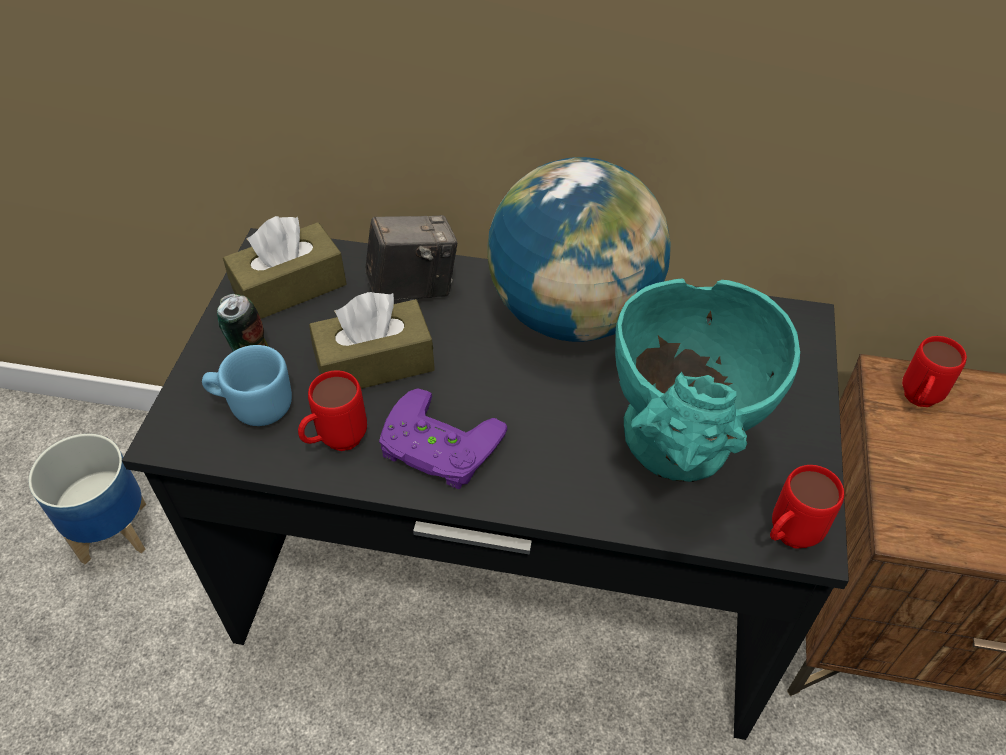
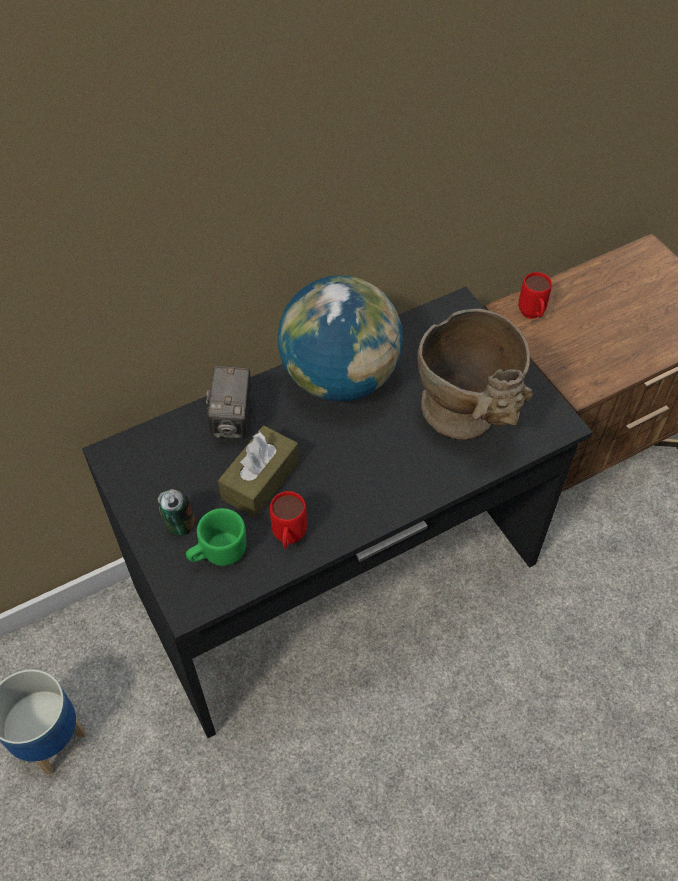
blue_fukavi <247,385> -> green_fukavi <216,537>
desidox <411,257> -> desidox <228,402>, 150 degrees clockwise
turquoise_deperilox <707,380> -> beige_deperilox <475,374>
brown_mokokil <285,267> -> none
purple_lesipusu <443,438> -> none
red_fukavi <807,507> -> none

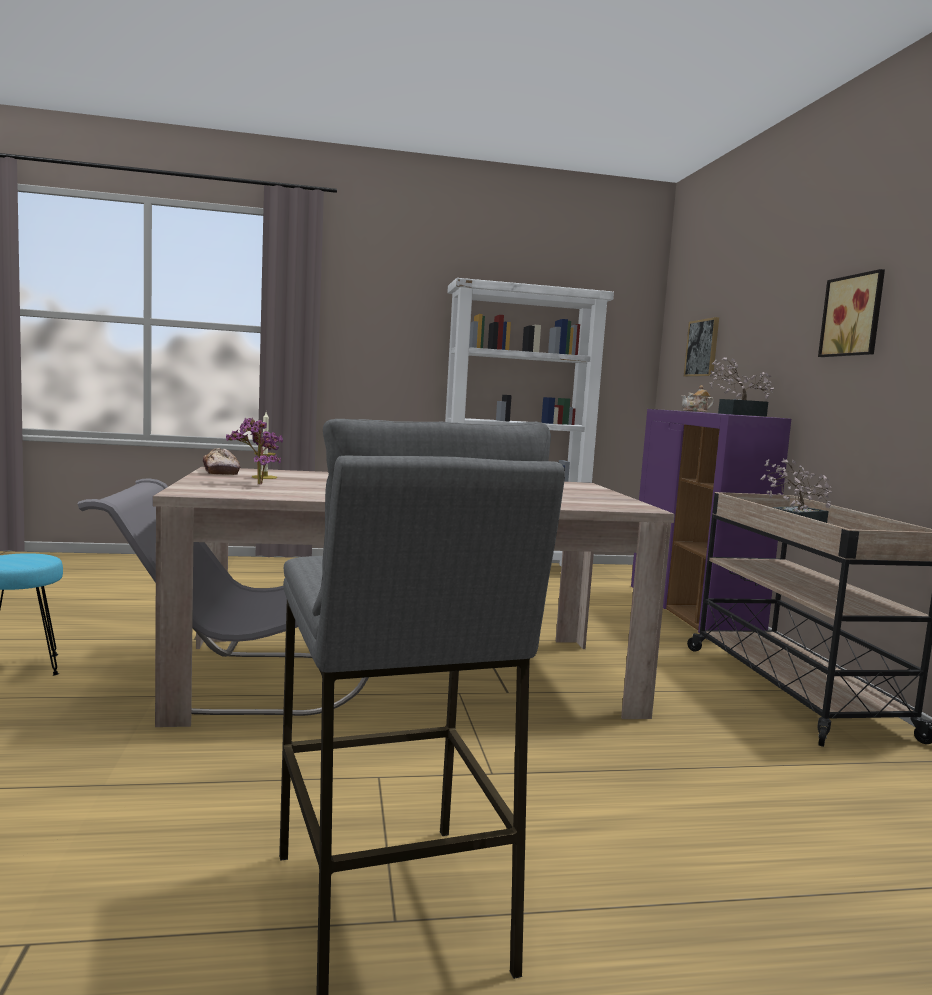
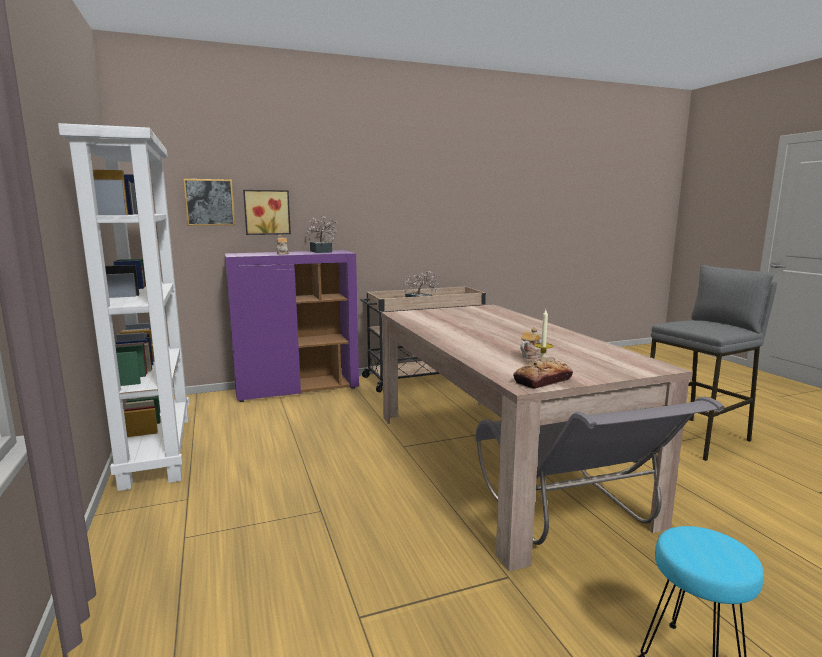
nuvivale <851,313> -> nuvivale <267,212>, moved
none -> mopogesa <531,343>
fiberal <254,451> -> none

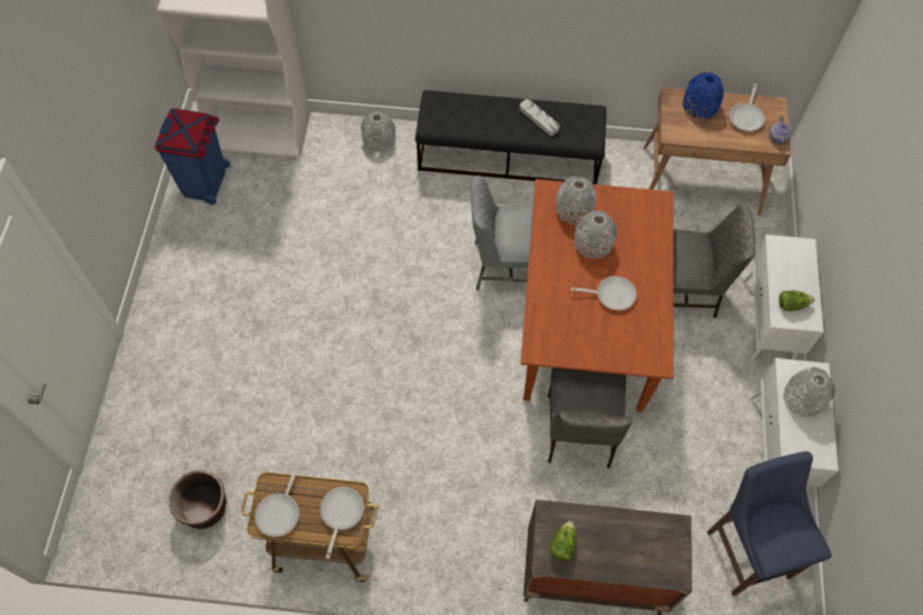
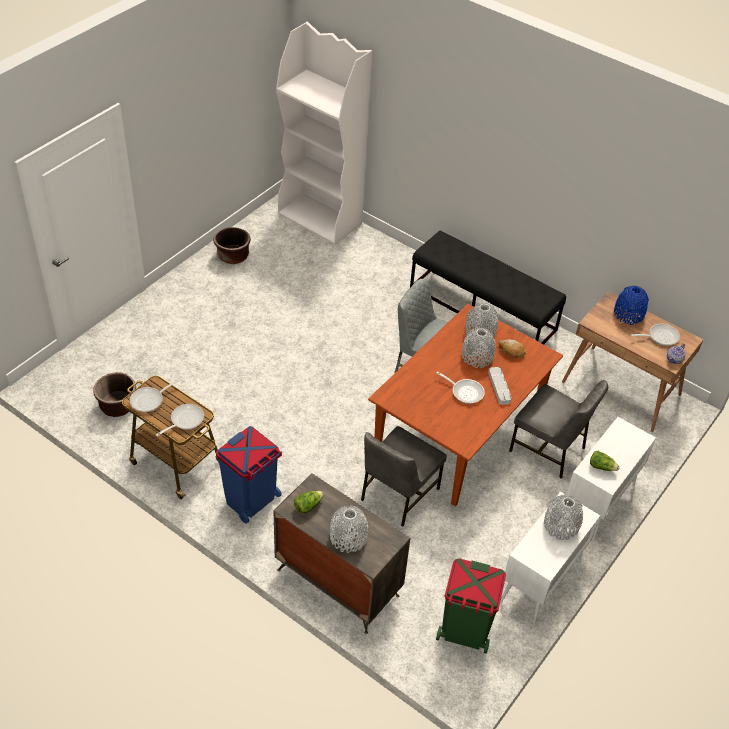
none -> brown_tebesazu <232,245>
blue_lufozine <193,156> -> blue_lufozine <249,474>, moved
grey_deperilox <378,132> -> grey_deperilox <349,529>, moved
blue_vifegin <769,523> -> green_lufozine <471,605>
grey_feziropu <540,117> -> grey_feziropu <500,386>, moved
none -> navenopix <512,348>
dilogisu <747,107> -> dilogisu <655,335>, 150 degrees counterclockwise

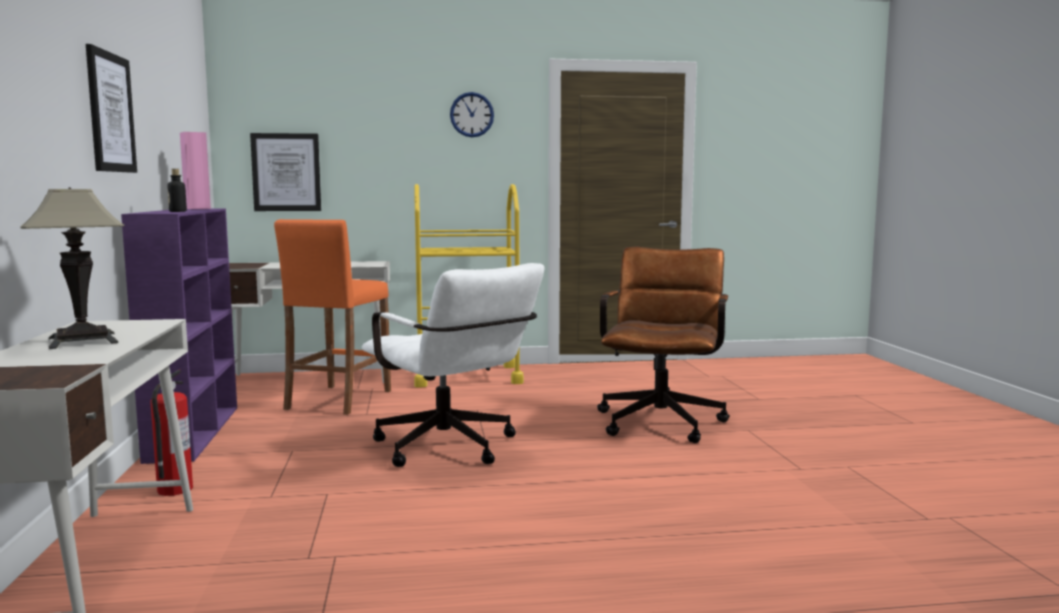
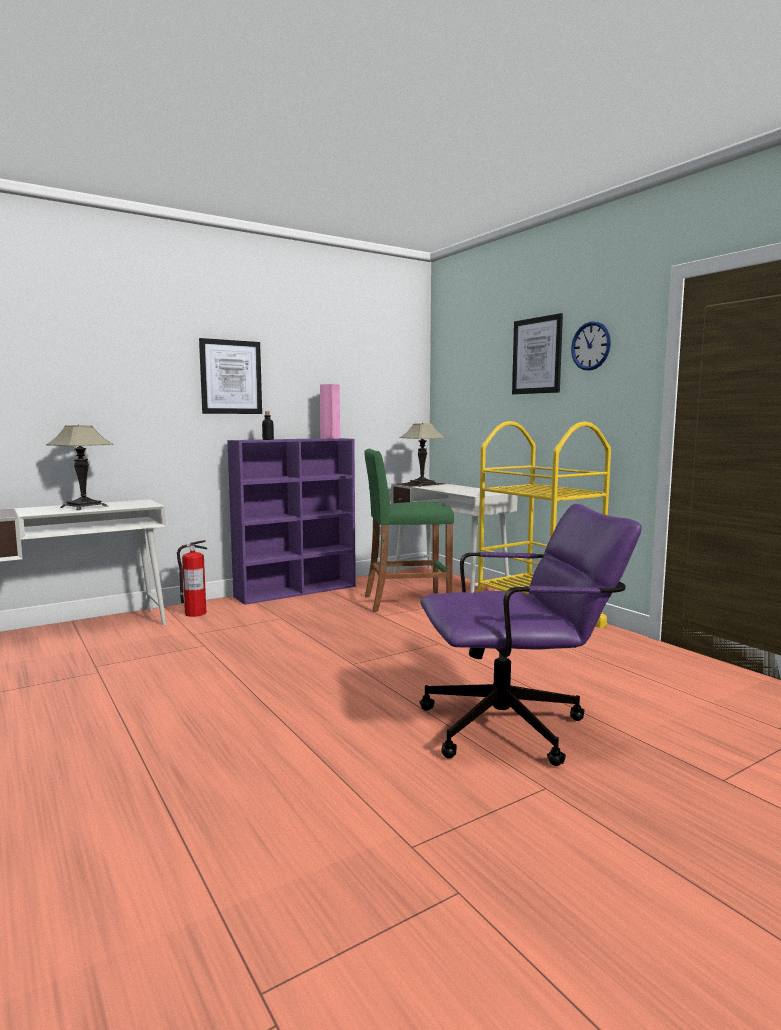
orange_vifegin <332,317> -> green_vifegin <409,530>
none -> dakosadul <422,455>
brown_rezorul <663,345> -> purple_rezorul <530,635>
nuvivale <285,172> -> nuvivale <537,353>, moved
white_rezorul <453,365> -> none

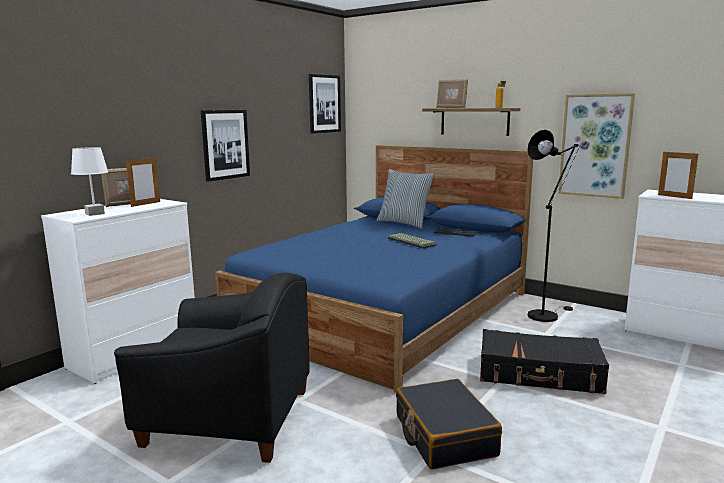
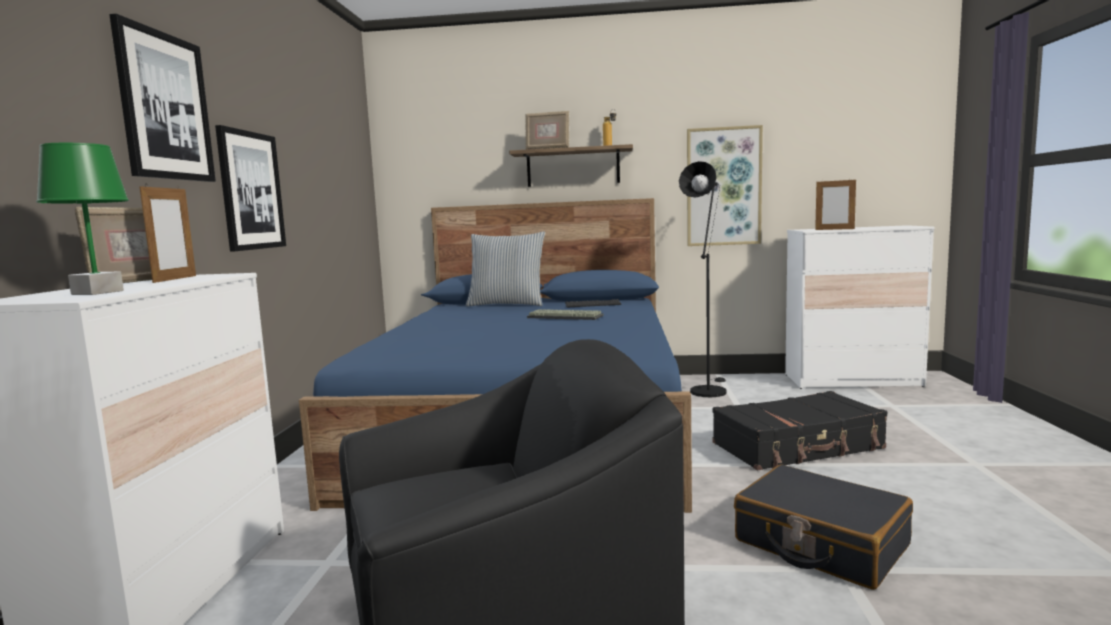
white_dakosadul <89,181> -> green_dakosadul <82,219>
nuvivale <325,103> -> nuvivale <162,98>, moved

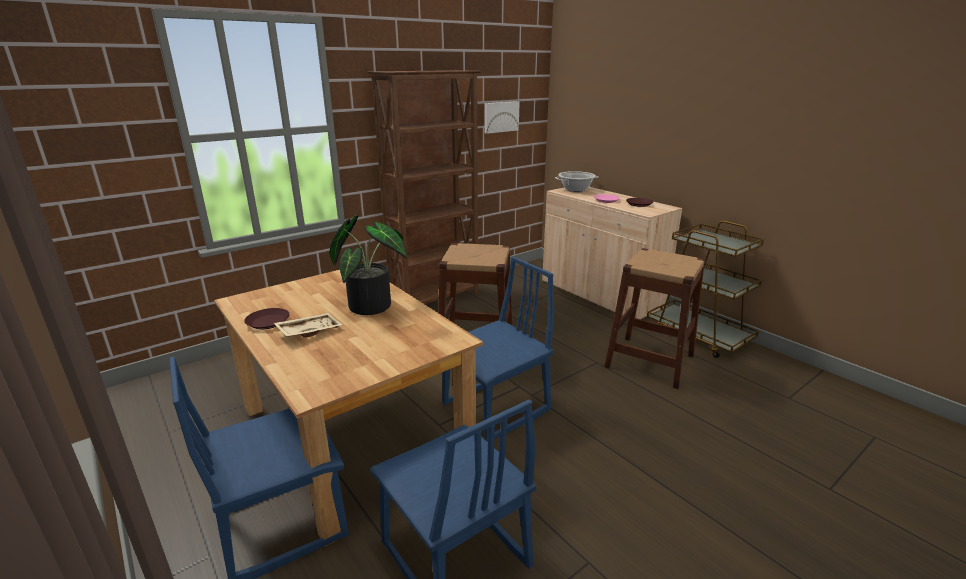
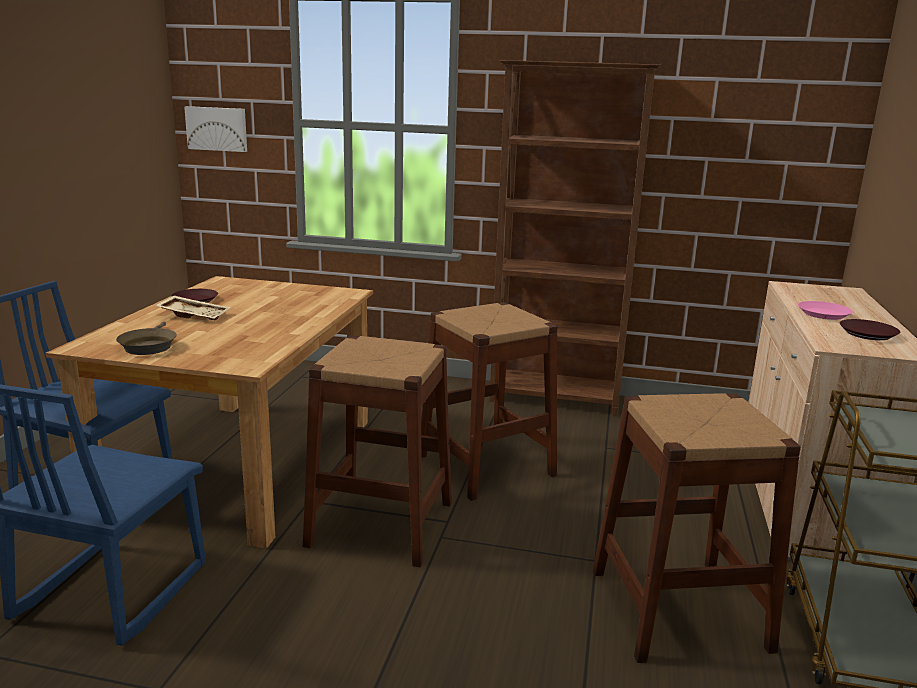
none -> brown_dilogisu <146,338>
nuvivale <502,117> -> nuvivale <215,129>, moved
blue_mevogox <498,349> -> brown_vifegin <377,451>
fiberal <368,265> -> none
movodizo <576,181> -> none

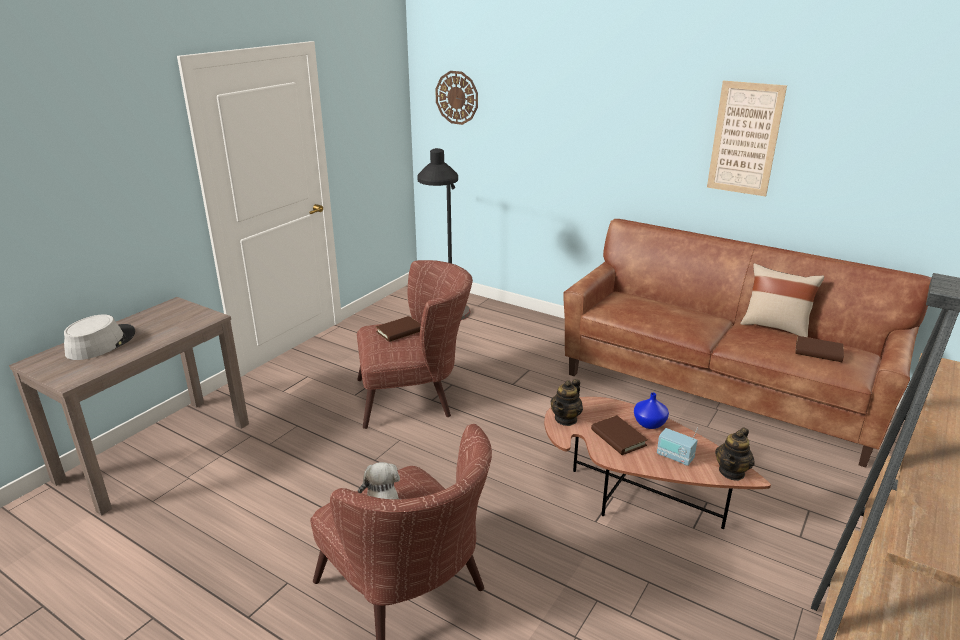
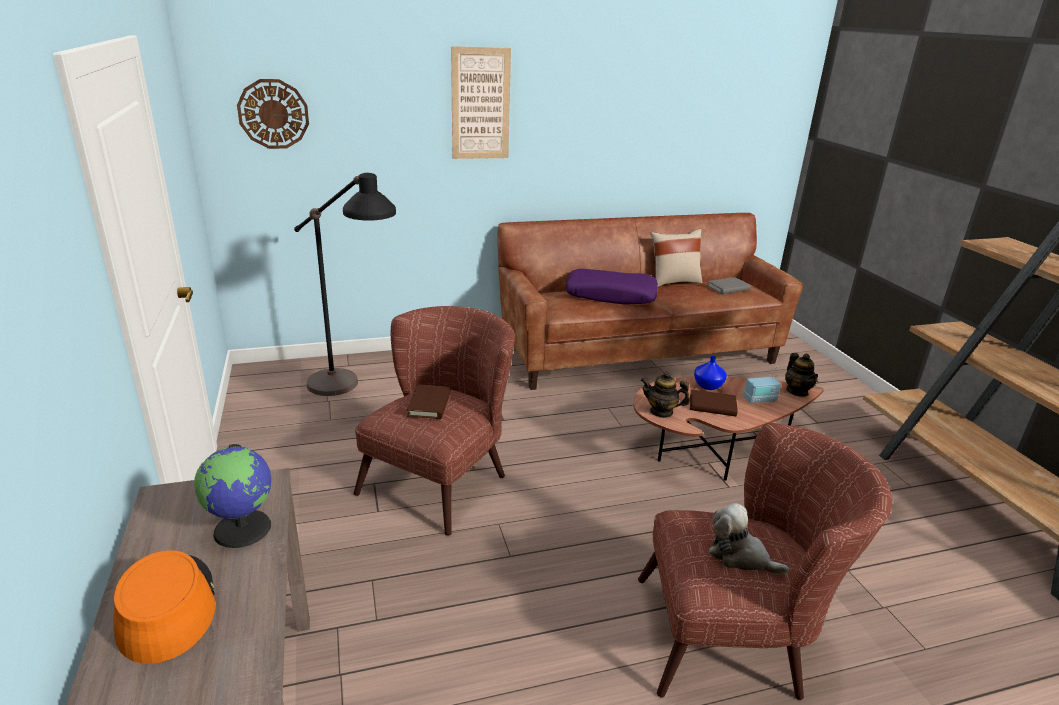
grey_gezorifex <99,337> -> orange_gezorifex <164,607>
none -> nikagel <233,496>
nuvivale <747,139> -> nuvivale <481,102>, moved
none -> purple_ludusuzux <612,287>
mopogesa <567,402> -> mopogesa <665,394>, 120 degrees clockwise
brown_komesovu <819,349> -> grey_komesovu <729,285>

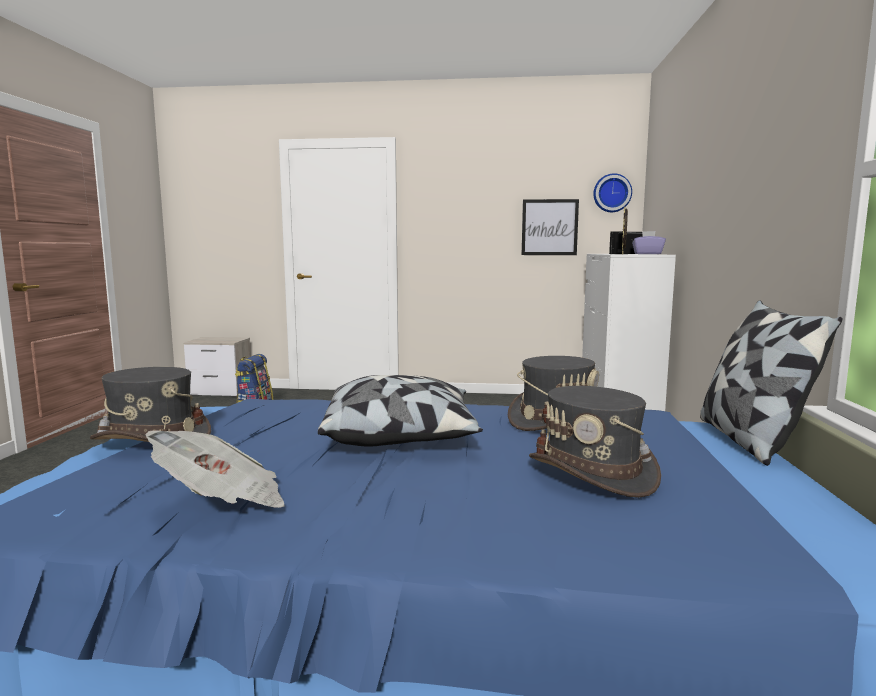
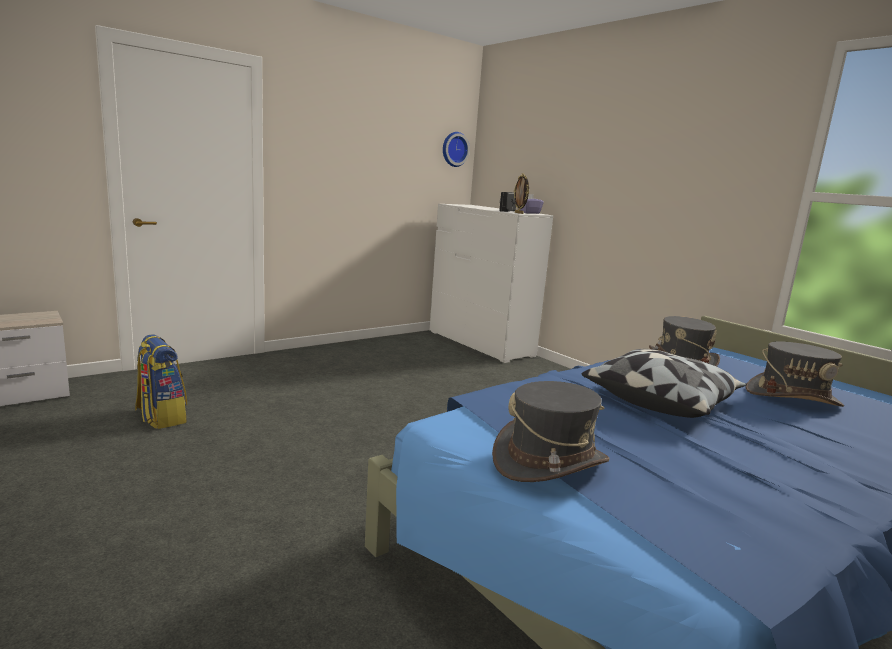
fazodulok <215,469> -> none
nuvivale <550,227> -> none
ludusuzux <771,383> -> none

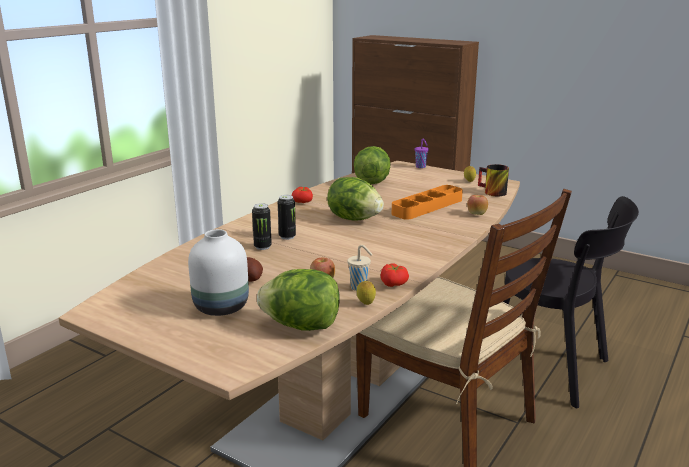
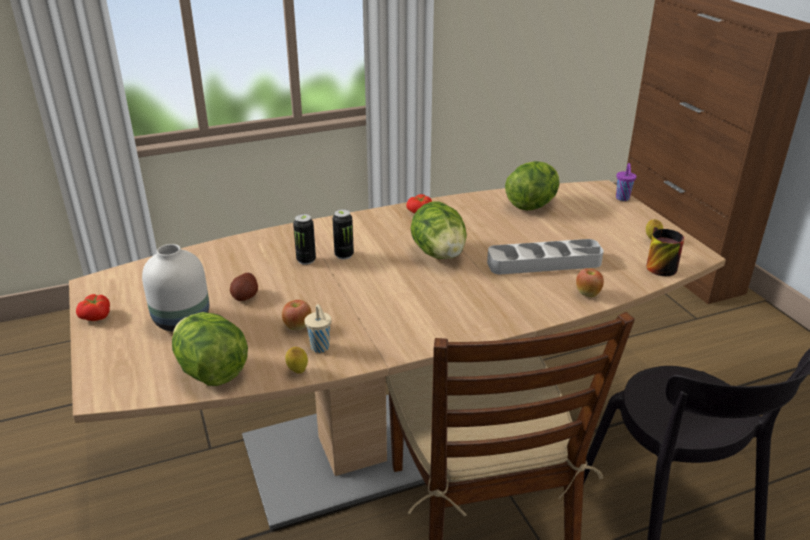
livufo <395,275> -> livufo <93,307>, moved
orange_feziropu <427,202> -> grey_feziropu <545,257>

